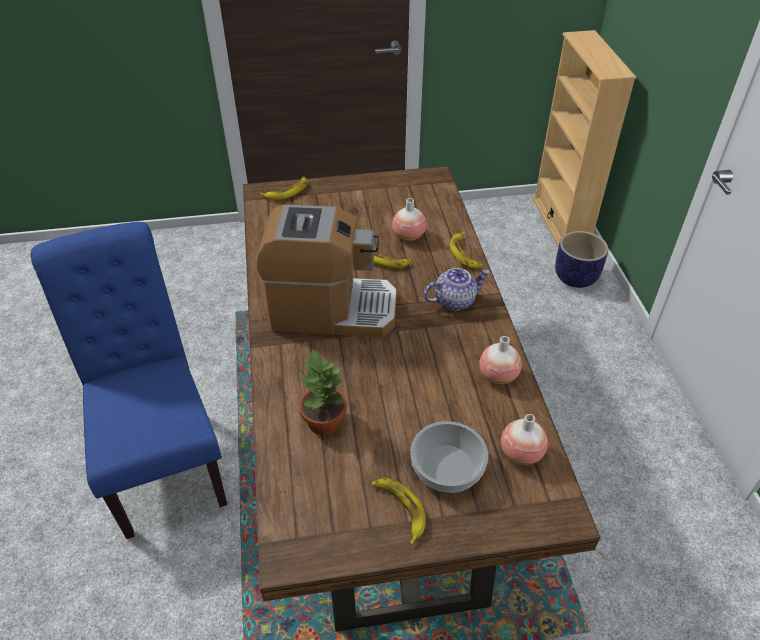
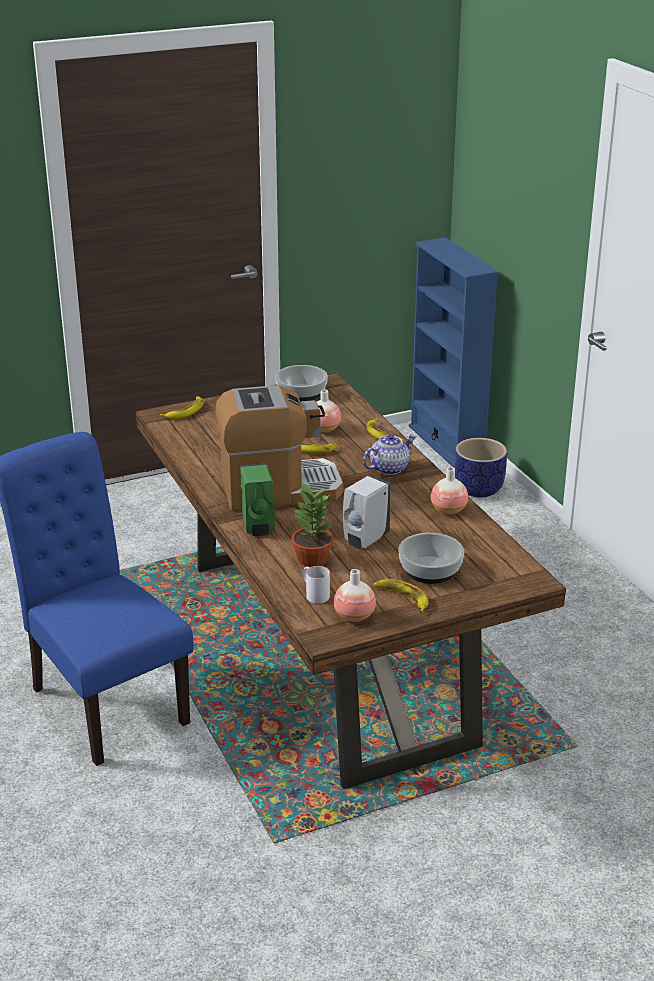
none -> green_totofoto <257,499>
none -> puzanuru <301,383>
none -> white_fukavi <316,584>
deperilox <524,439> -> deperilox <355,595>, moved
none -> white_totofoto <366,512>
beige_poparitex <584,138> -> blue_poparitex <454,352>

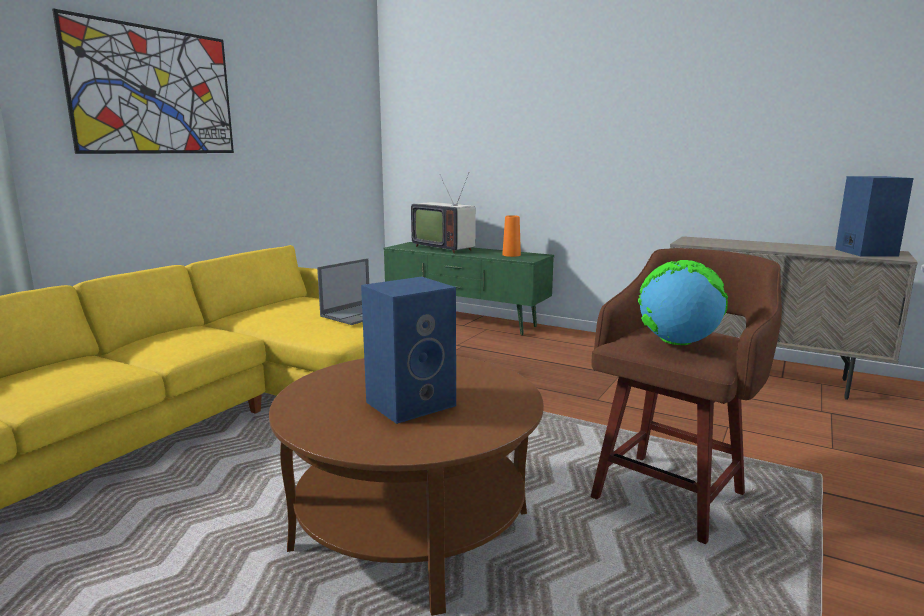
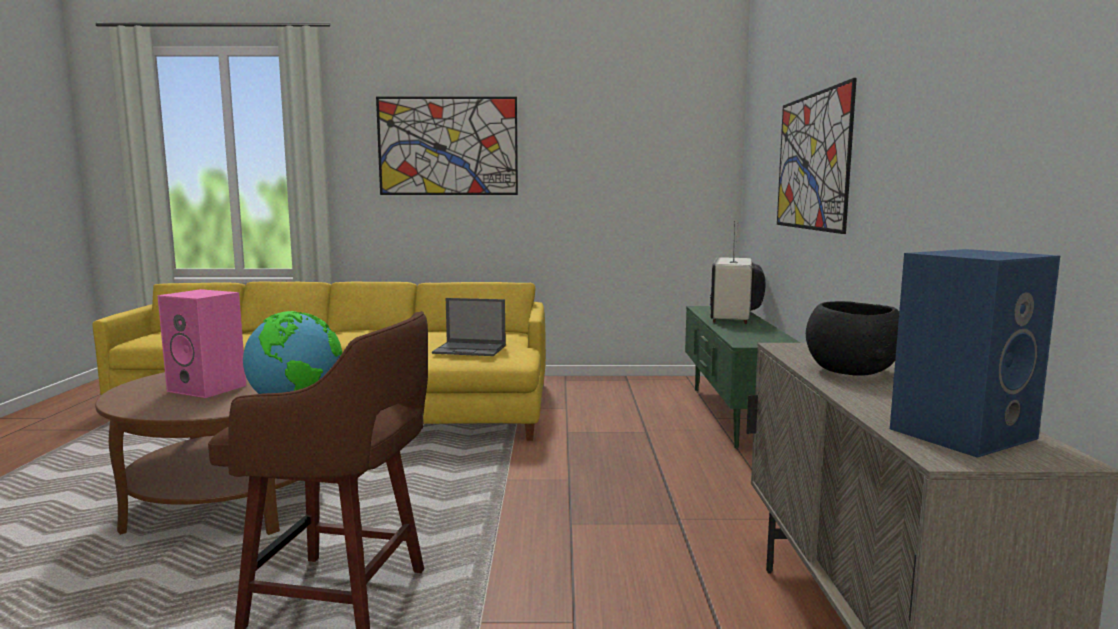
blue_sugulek <408,350> -> pink_sugulek <201,343>
none -> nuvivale <817,156>
none -> black_puzanuru <852,338>
orange_deperilox <511,236> -> none

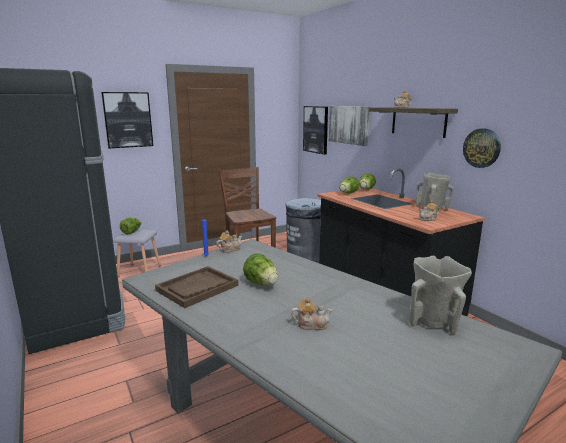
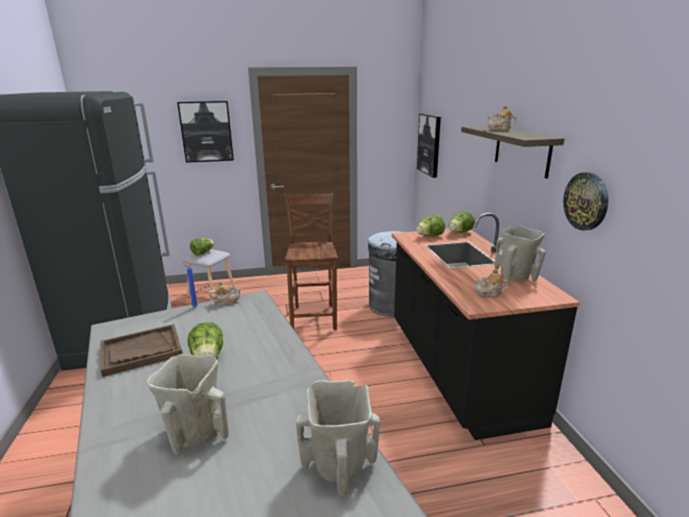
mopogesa <312,313> -> beige_deperilox <188,405>
nuvivale <349,126> -> none

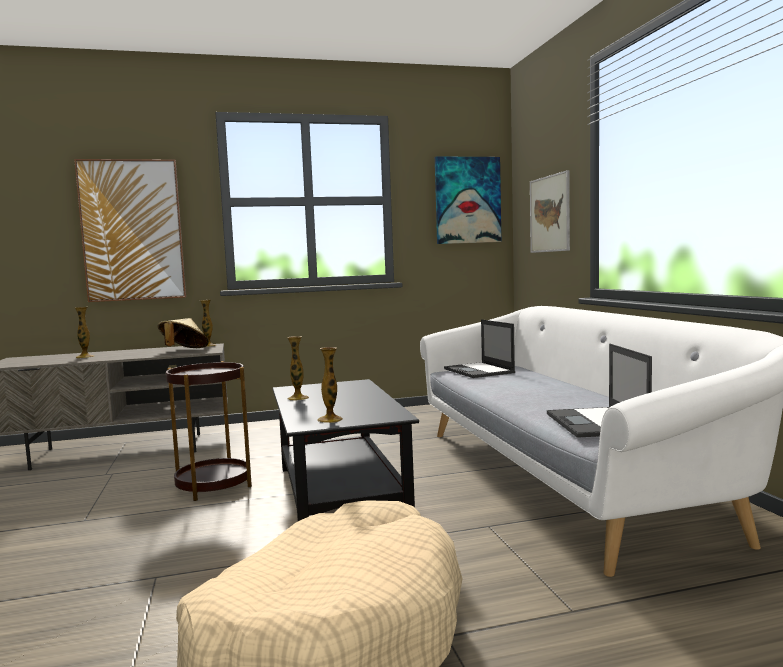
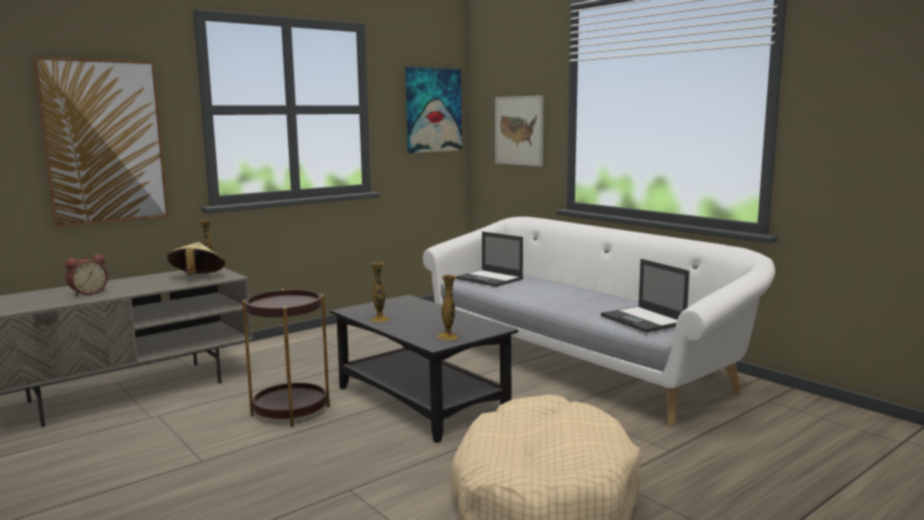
deperilox <84,332> -> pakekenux <86,275>

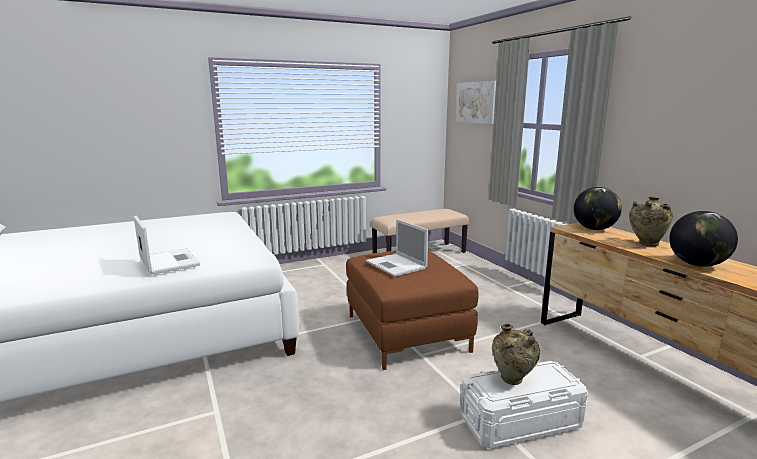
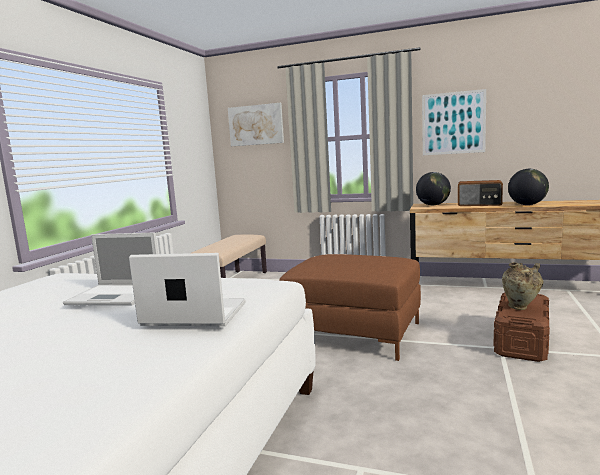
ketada <397,248> -> ketada <110,269>, moved
none -> nuvivale <454,122>
beige_deperilox <651,221> -> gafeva <480,193>
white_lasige <524,405> -> brown_lasige <521,327>

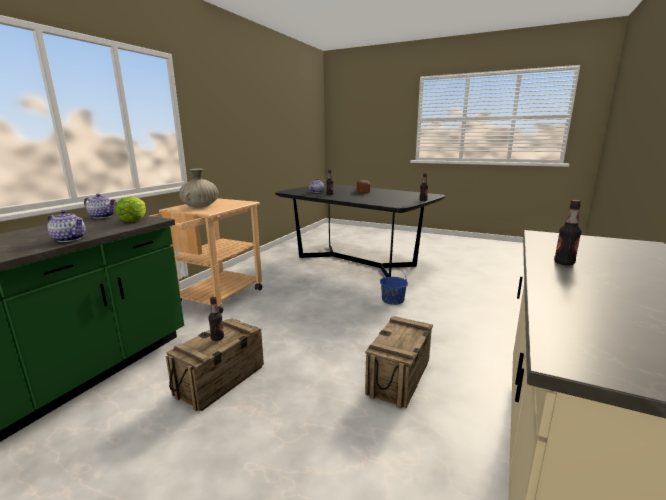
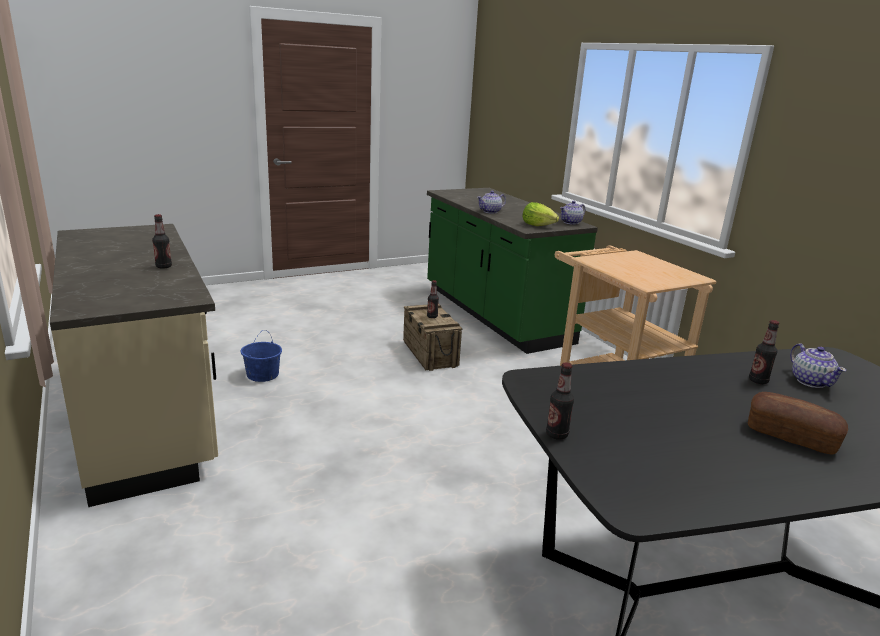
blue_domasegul <394,286> -> blue_domasegul <261,356>, moved
beige_deperilox <199,188> -> none
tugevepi <399,362> -> none

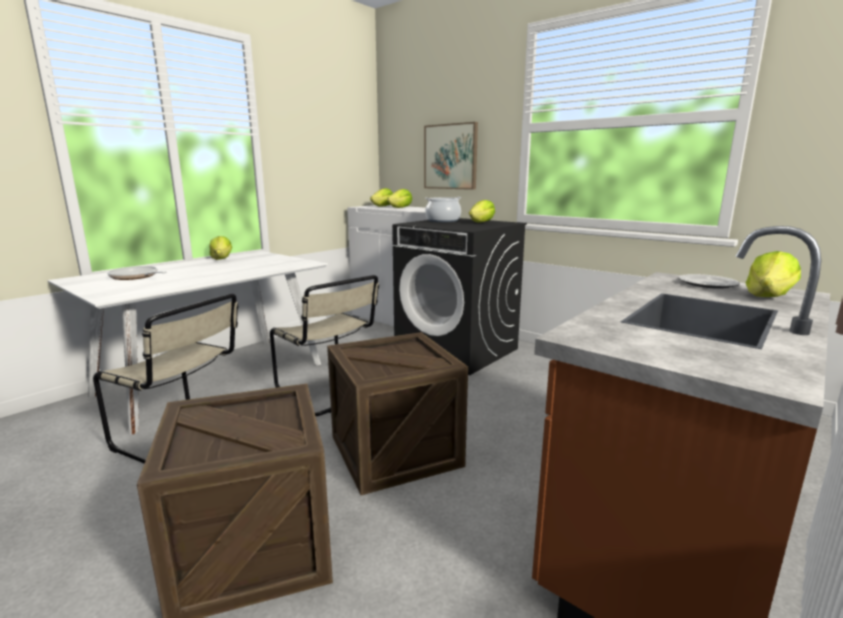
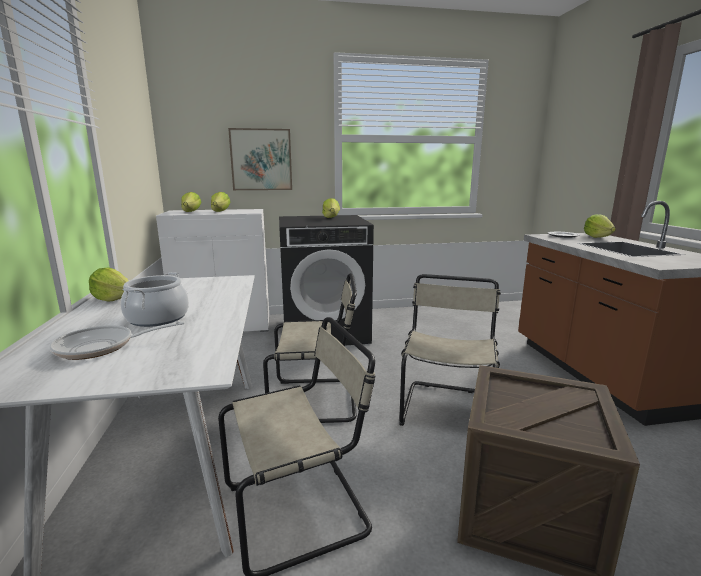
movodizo <443,209> -> movodizo <155,299>, moved
tugevepi <397,413> -> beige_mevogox <450,350>

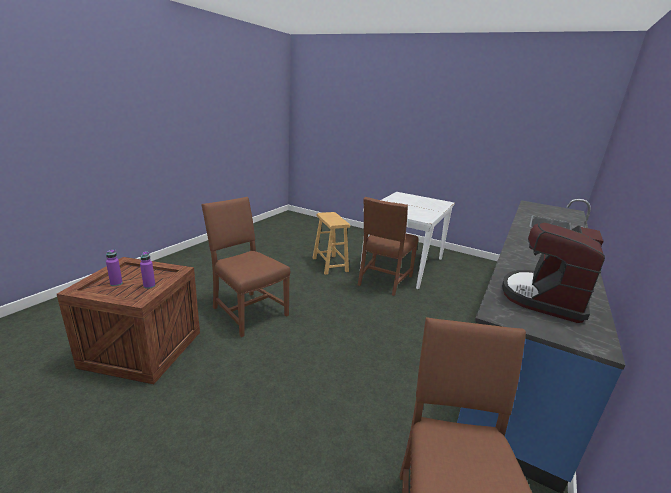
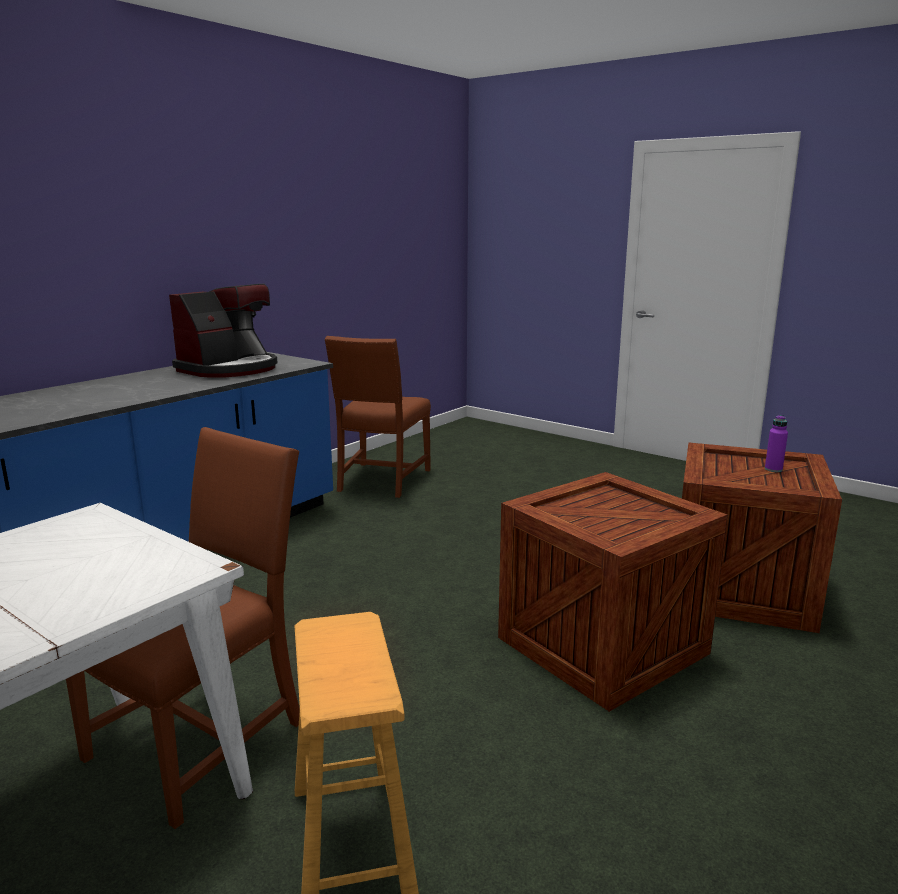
brown_mevogox <245,267> -> tugevepi <612,592>
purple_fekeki <147,270> -> none

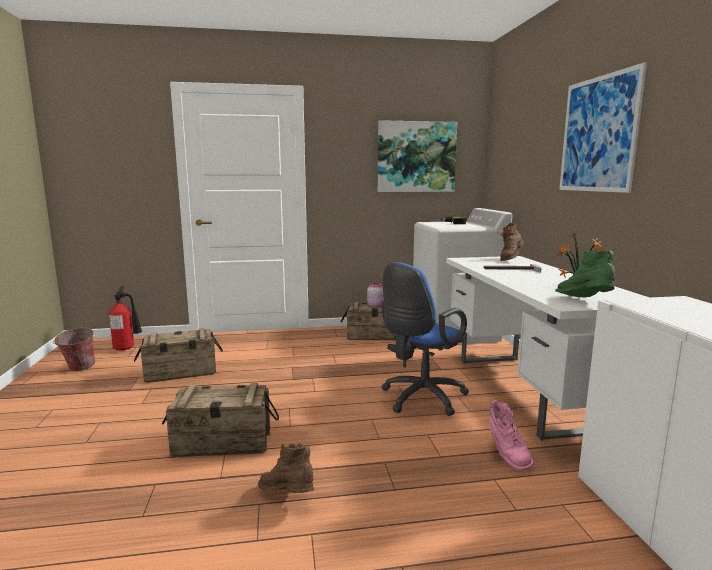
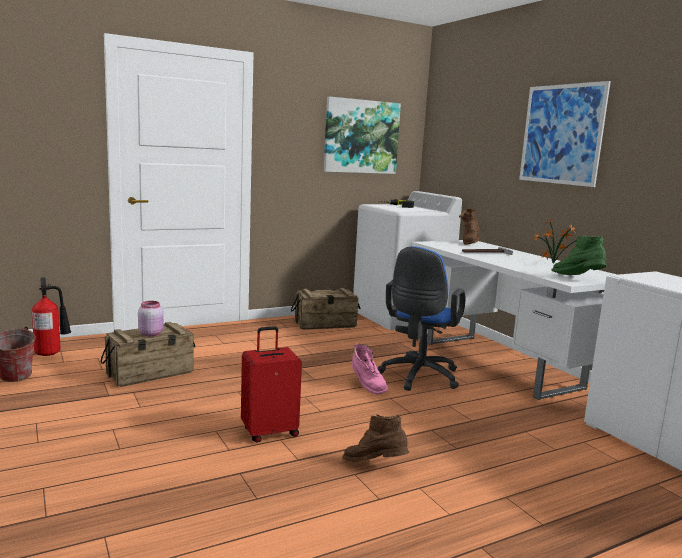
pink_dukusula <375,295> -> pink_dukusula <150,318>, moved
tugevepi <220,420> -> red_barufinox <271,384>
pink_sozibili <511,435> -> pink_sozibili <370,369>, moved

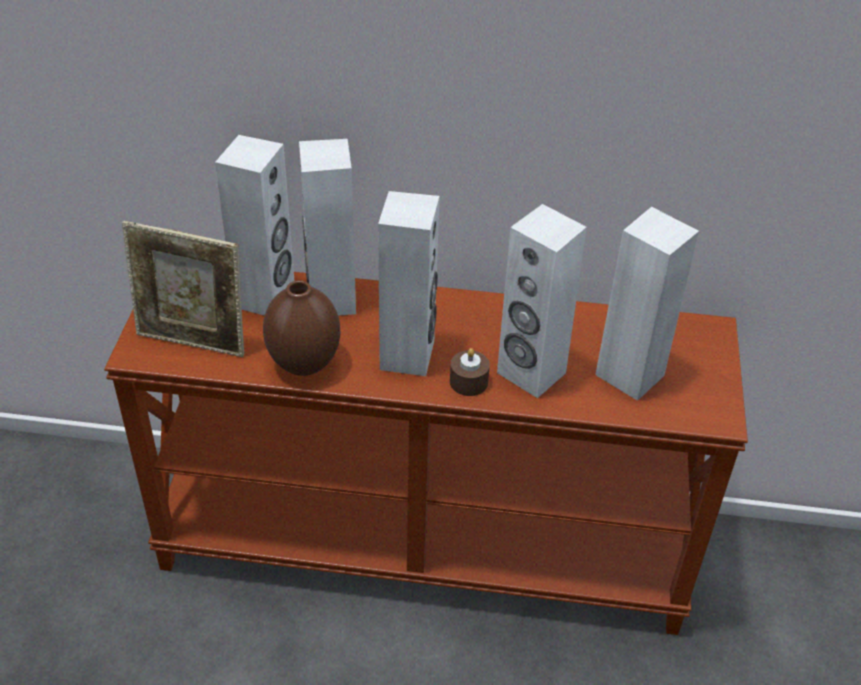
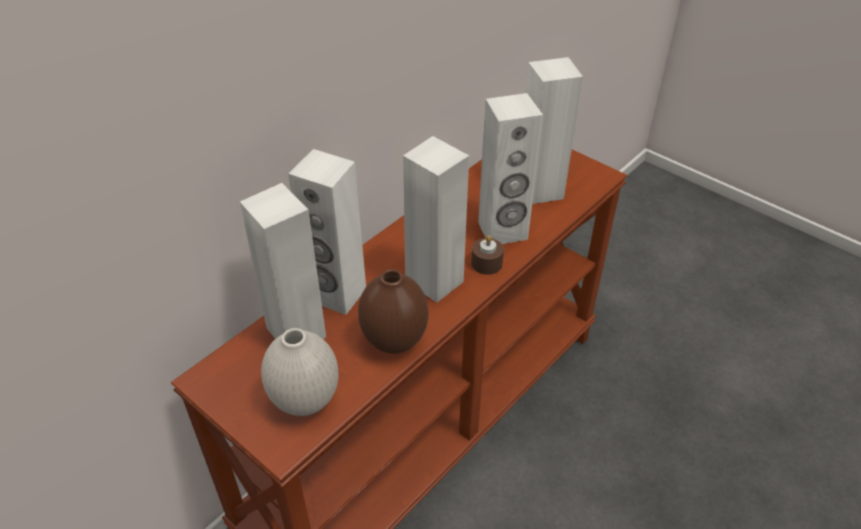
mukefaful <183,289> -> white_deperilox <300,372>

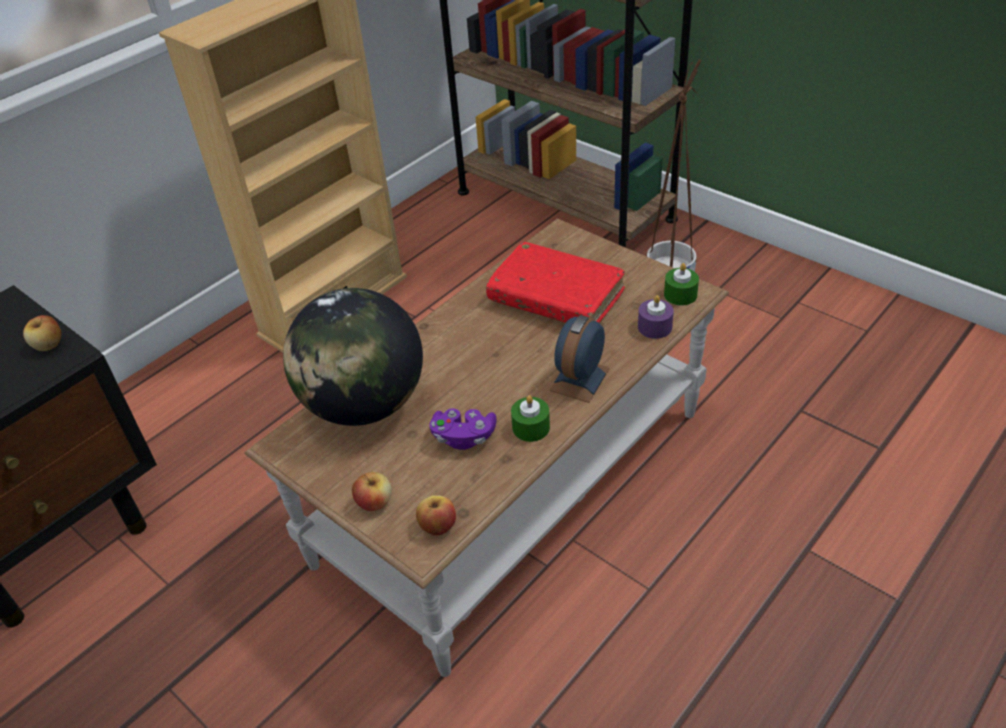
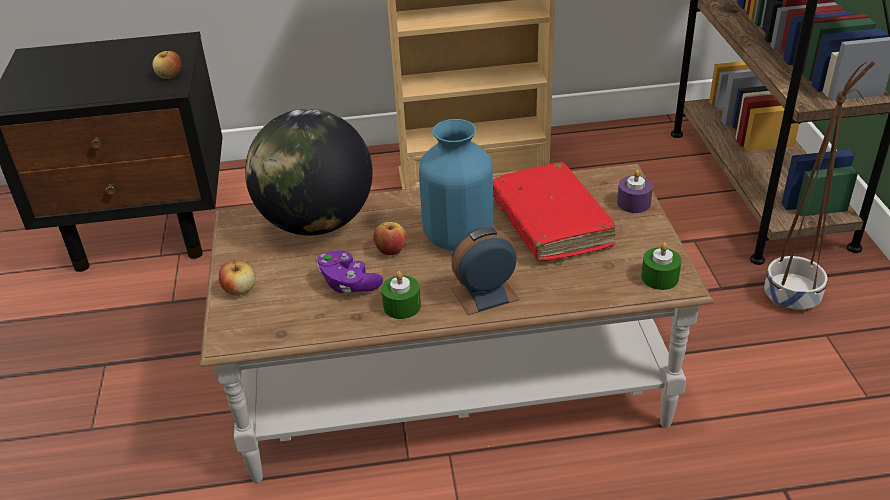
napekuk <436,515> -> napekuk <390,238>, moved
none -> blue_deperilox <456,185>
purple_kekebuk <656,317> -> purple_kekebuk <635,191>, moved

